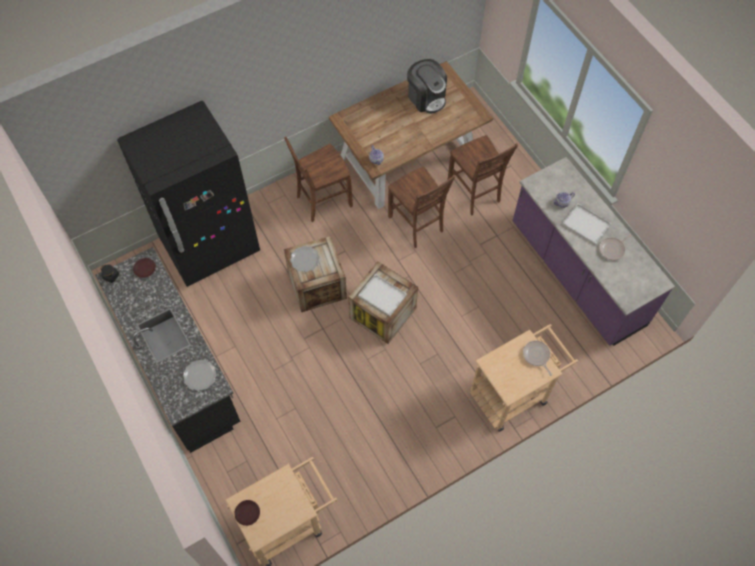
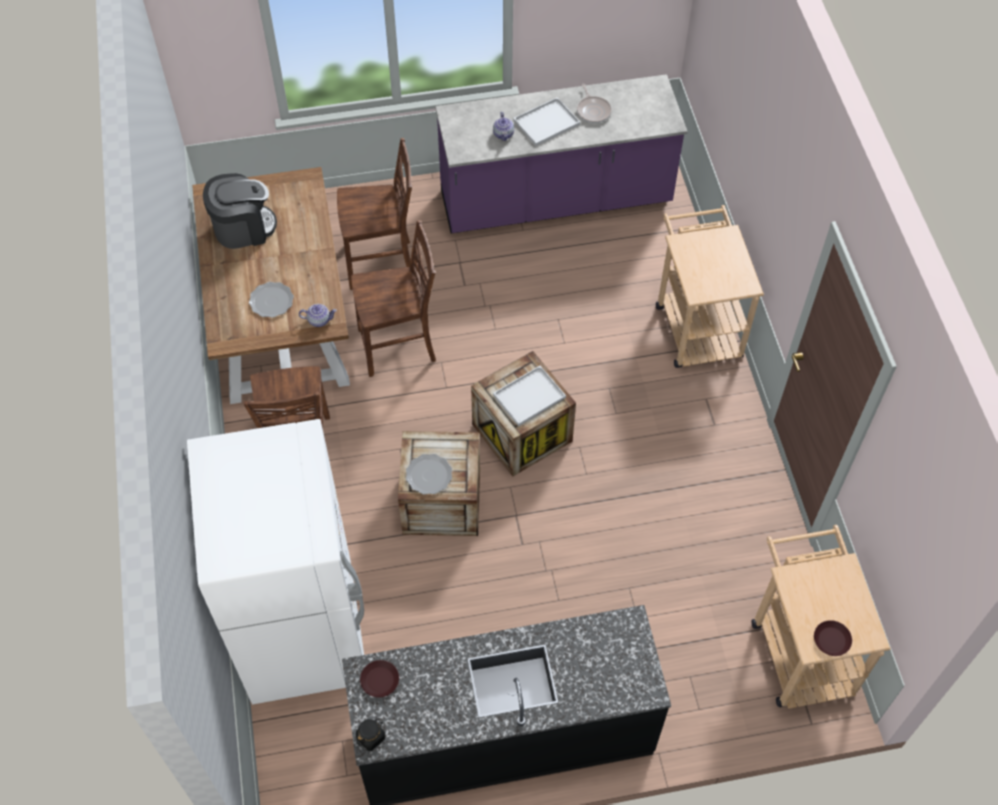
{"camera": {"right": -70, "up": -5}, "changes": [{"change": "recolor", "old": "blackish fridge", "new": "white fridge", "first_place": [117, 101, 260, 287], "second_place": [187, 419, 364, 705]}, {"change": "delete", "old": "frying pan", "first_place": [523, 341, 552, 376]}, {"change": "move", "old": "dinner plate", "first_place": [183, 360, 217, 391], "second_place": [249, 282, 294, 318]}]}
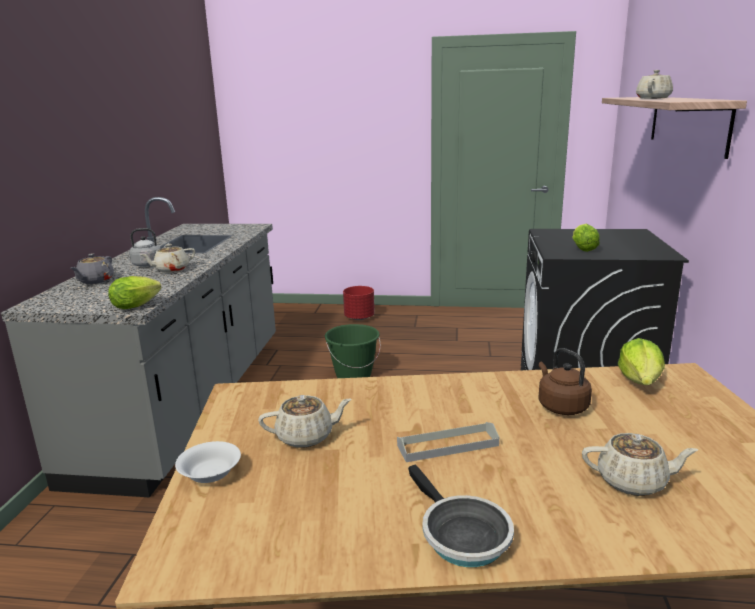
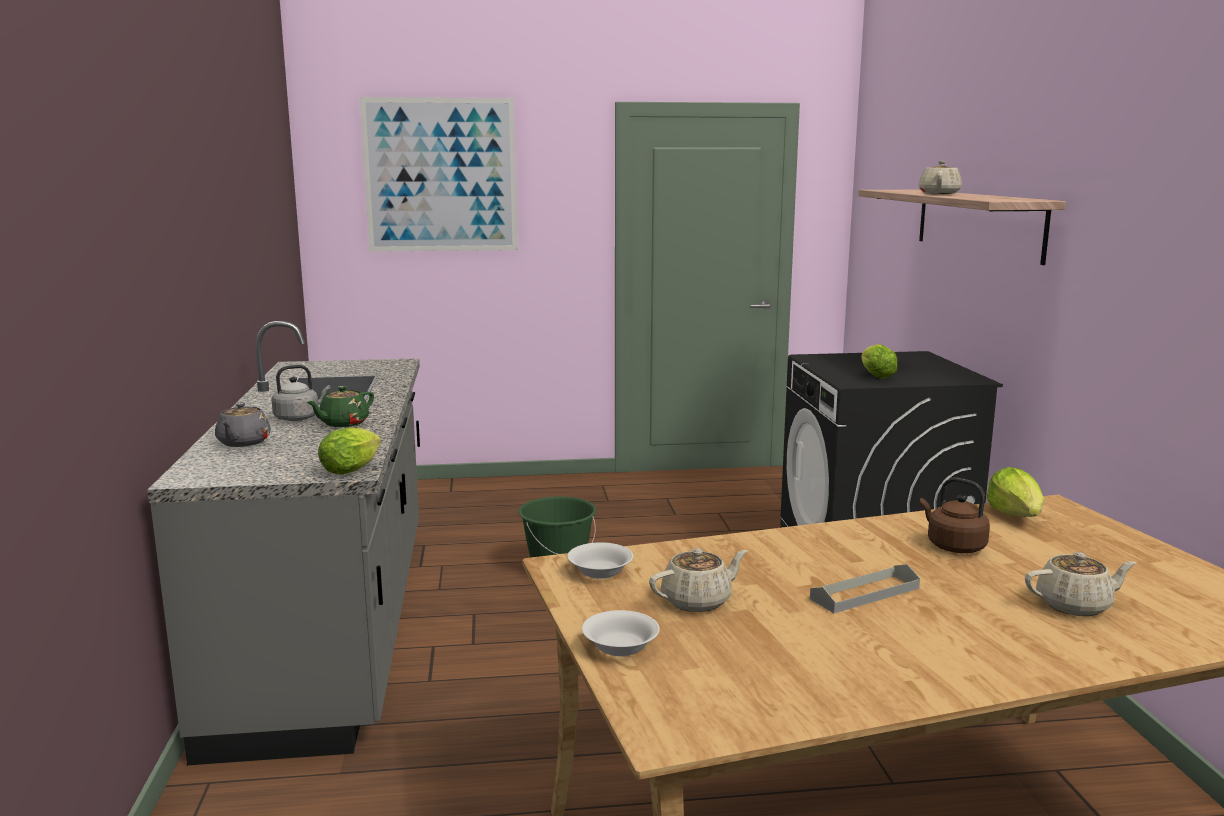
{"camera": {"right": -15, "up": -5}, "changes": [{"change": "recolor", "old": "beige teapot", "new": "green-coloured teapot", "first_place": [140, 244, 195, 273], "second_place": [307, 386, 374, 427]}, {"change": "delete", "old": "reddish plant pot", "first_place": [343, 286, 375, 320]}, {"change": "delete", "old": "frying pan", "first_place": [408, 465, 514, 567]}, {"change": "insert", "new": "wall picture", "second_place": [360, 97, 517, 252]}, {"change": "insert", "new": "white bowl", "second_place": [567, 542, 633, 579]}]}
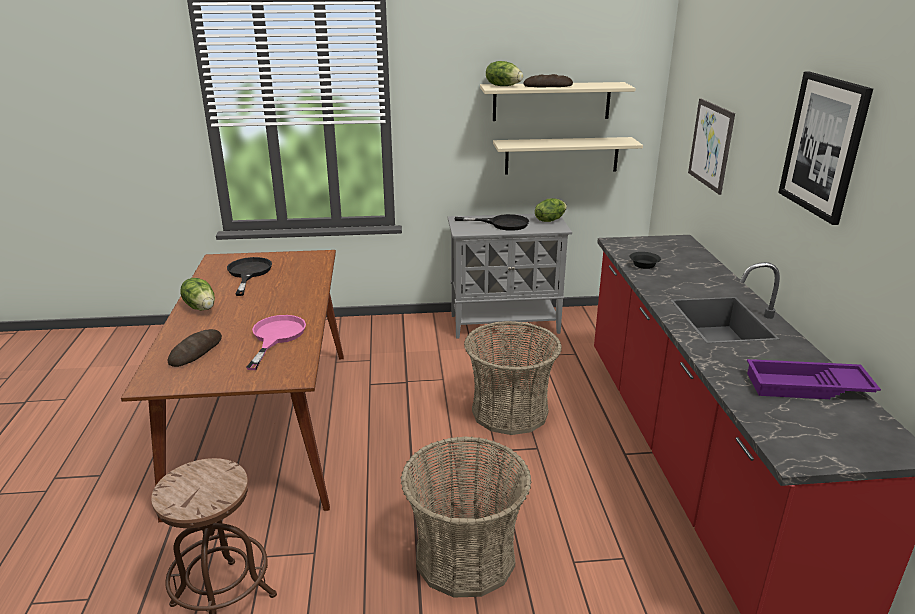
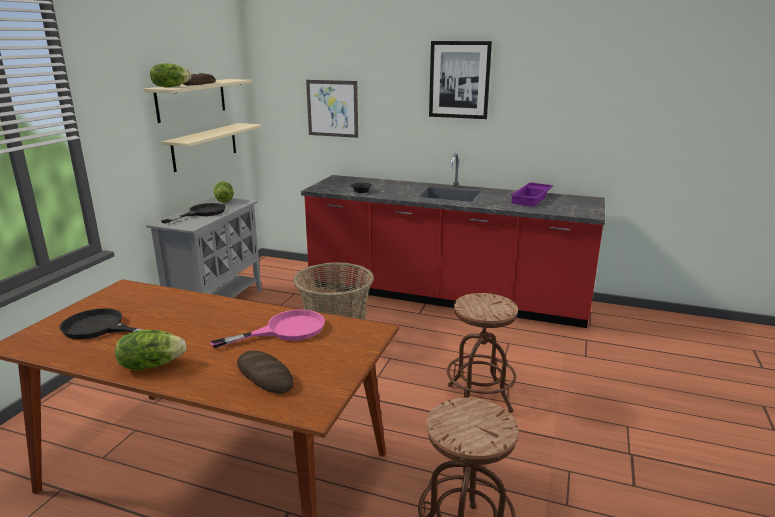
{"camera": {"right": -65, "up": -5}, "changes": [{"change": "rotate", "old": "pink-coloured frying pan", "first_place": [246, 315, 306, 370], "second_place": [210, 310, 325, 348], "degrees": 120}, {"change": "replace", "old": "storage basket", "new": "brownish sitting stool", "first_place": [401, 436, 532, 597], "second_place": [447, 293, 518, 413]}]}
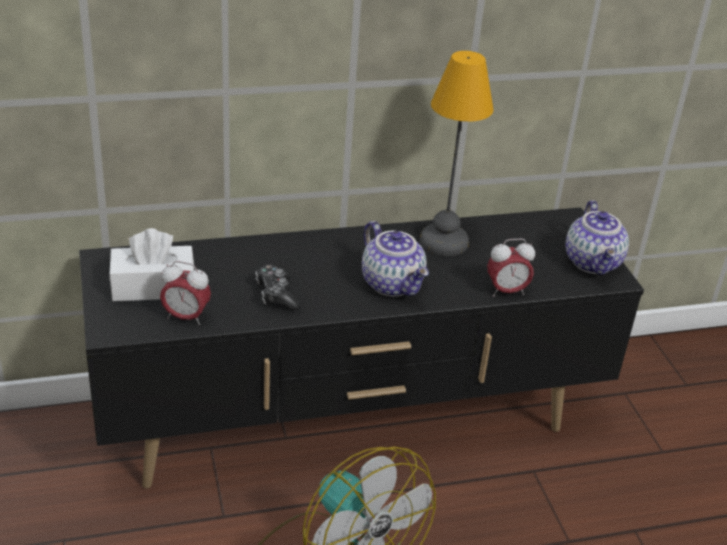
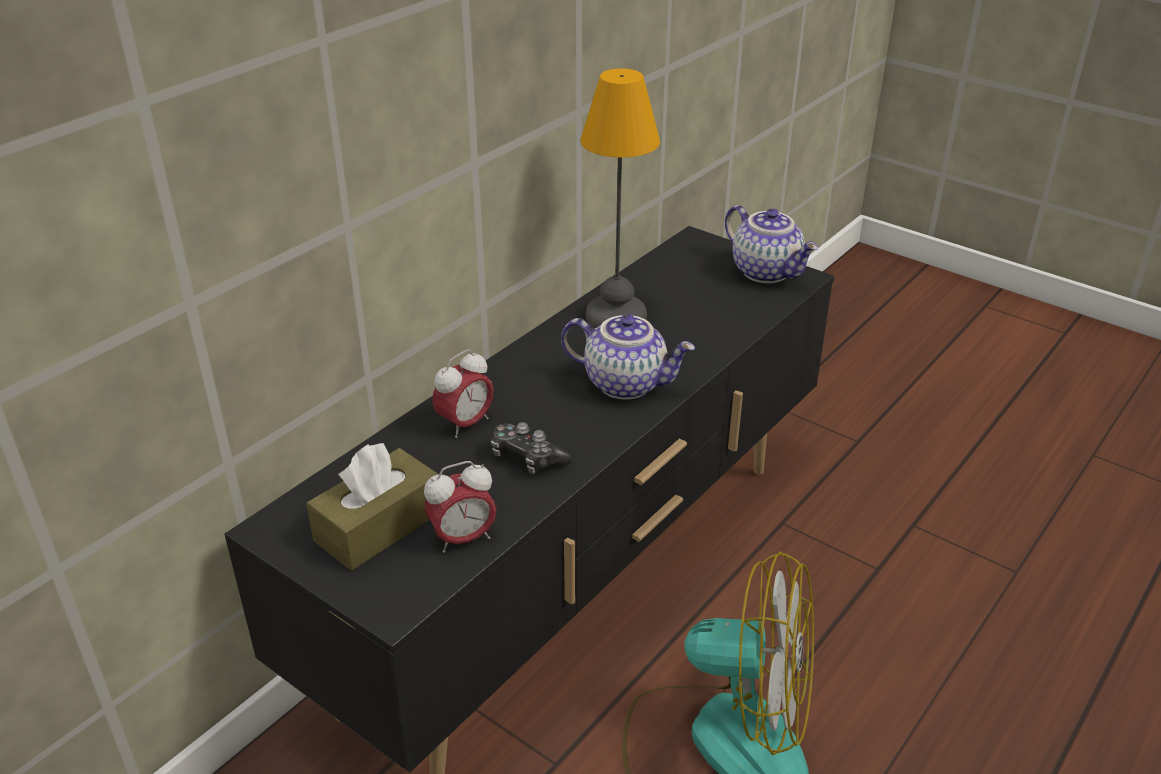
{"camera": {"right": -35, "up": 0}, "changes": [{"change": "recolor", "old": "white tissue box", "new": "brownish tissue box", "first_place": [110, 228, 194, 302], "second_place": [306, 443, 439, 571]}, {"change": "move", "old": "alarm clock", "first_place": [487, 239, 535, 297], "second_place": [432, 349, 494, 438]}]}
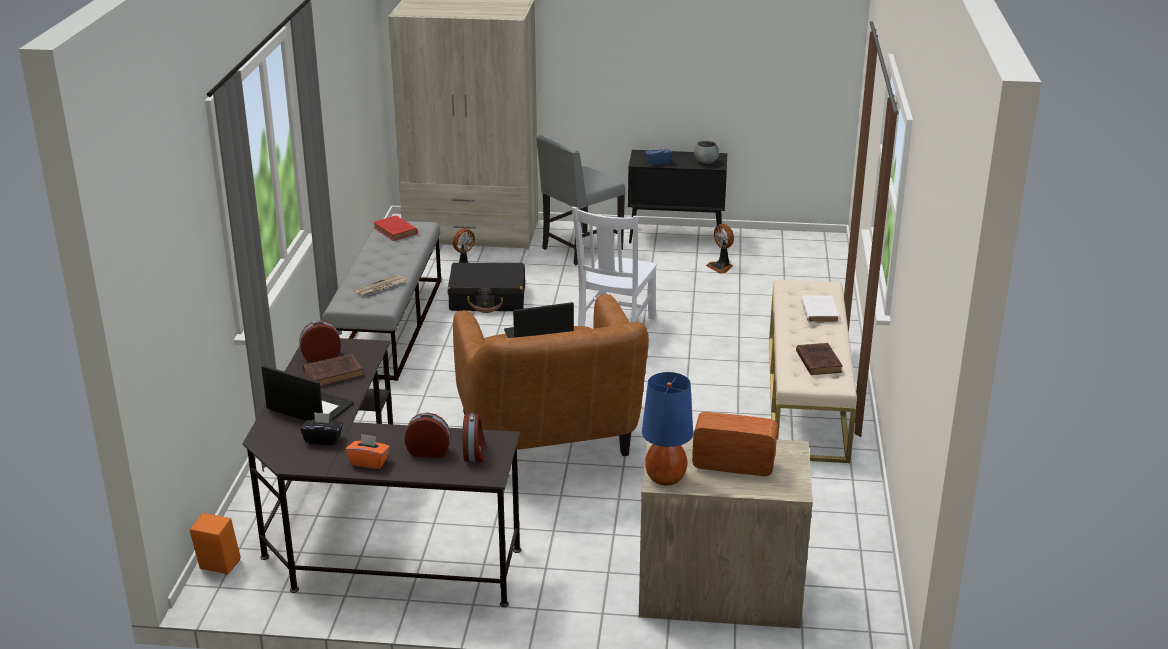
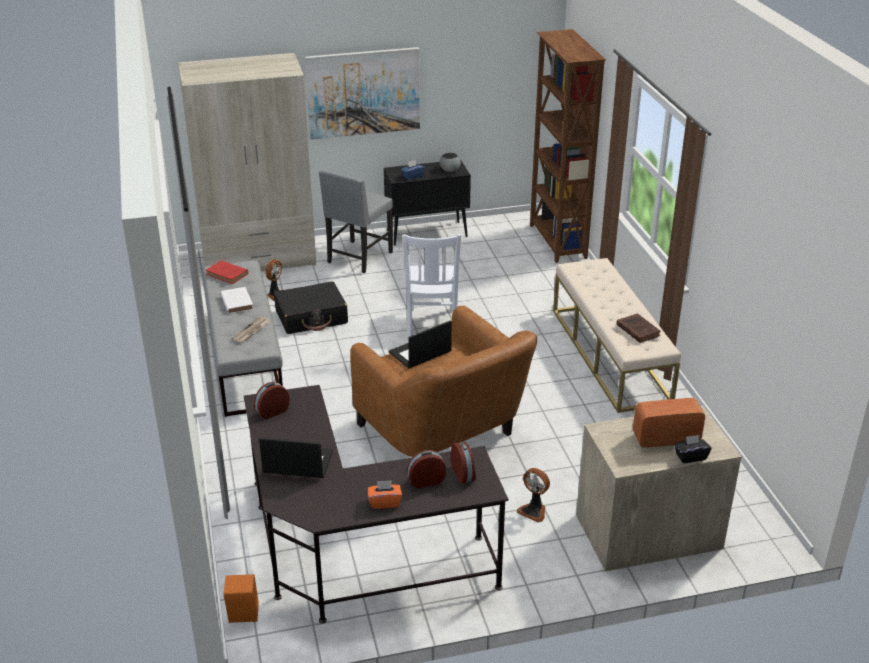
{"camera": {"right": -20, "up": 5}, "changes": [{"change": "move", "old": "electric fan", "first_place": [706, 224, 734, 274], "second_place": [517, 468, 550, 523]}, {"change": "move", "old": "white volume", "first_place": [801, 295, 839, 323], "second_place": [221, 287, 253, 314]}, {"change": "delete", "old": "brownish volume", "first_place": [303, 354, 364, 386]}, {"change": "delete", "old": "blue lamp for a table", "first_place": [642, 372, 693, 485]}, {"change": "move", "old": "blackish tissue box", "first_place": [300, 412, 343, 445], "second_place": [674, 435, 711, 463]}, {"change": "insert", "new": "brownish shelving unit", "second_place": [530, 29, 606, 263]}, {"change": "insert", "new": "wall picture", "second_place": [305, 47, 420, 140]}]}
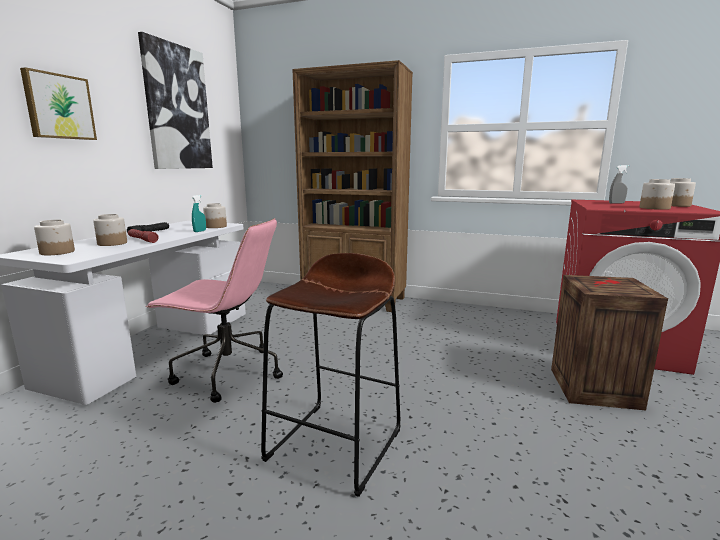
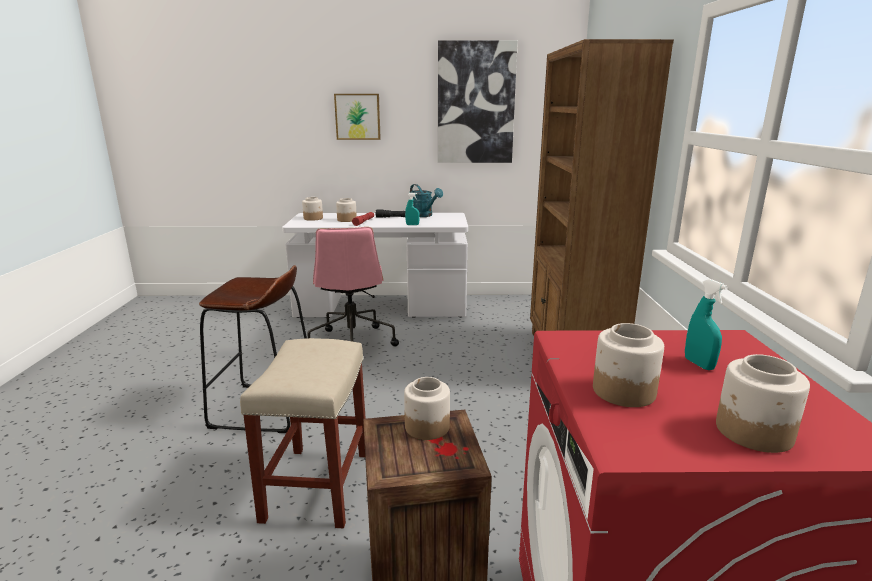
{"camera": {"right": 70, "up": 5}, "changes": [{"change": "recolor", "old": "greyish hand sprayer", "new": "turquoise-coloured hand sprayer", "first_place": [609, 165, 629, 204], "second_place": [685, 279, 728, 370]}, {"change": "move", "old": "preserve jar", "first_place": [203, 203, 227, 228], "second_place": [404, 377, 450, 440]}, {"change": "insert", "new": "turquoise-coloured watering pot", "second_place": [410, 184, 443, 217]}, {"change": "insert", "new": "beige sitting stool", "second_place": [240, 338, 366, 528]}]}
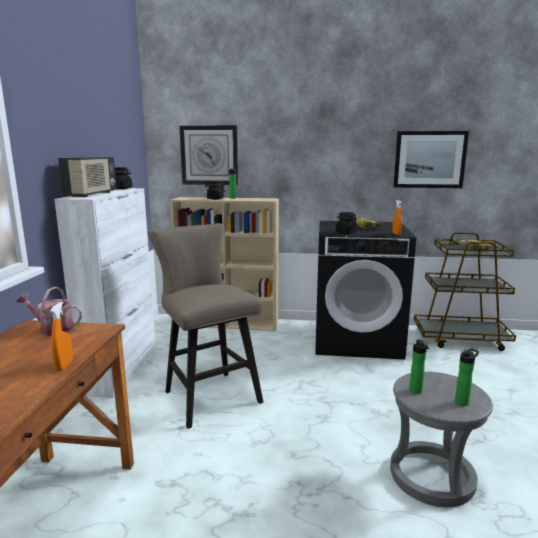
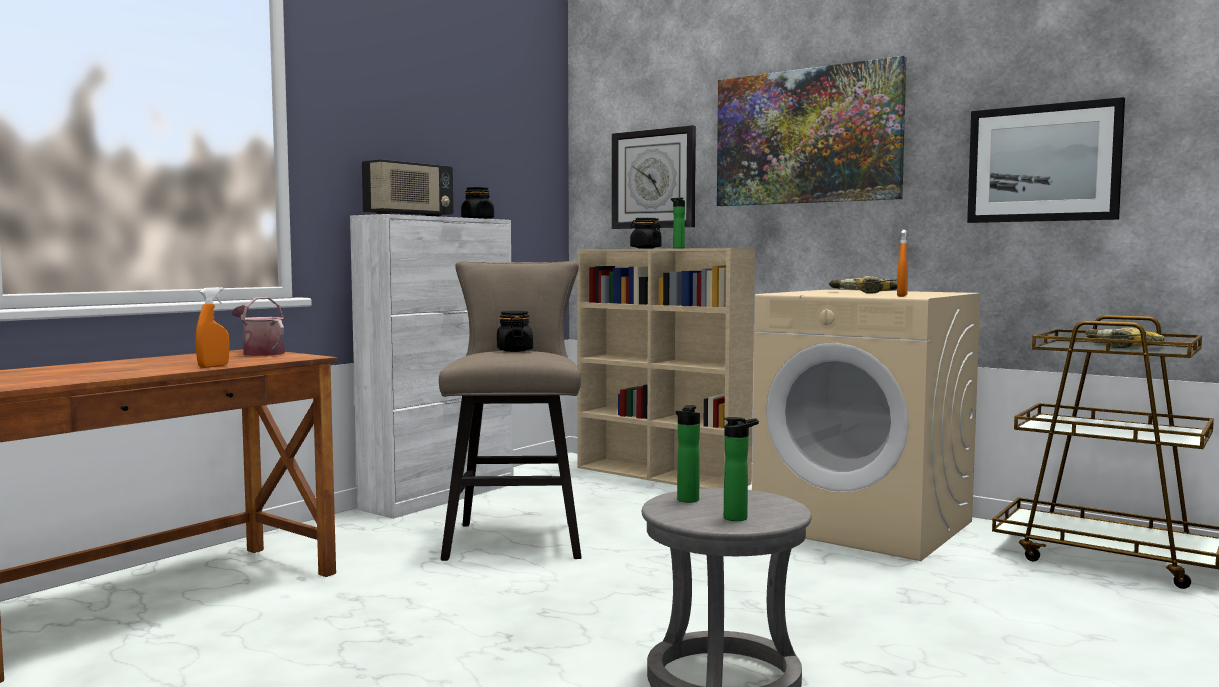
{"camera": {"right": 30, "up": -10}, "changes": [{"change": "move", "old": "blackish preserve jar", "first_place": [336, 212, 357, 234], "second_place": [497, 311, 533, 352]}, {"change": "recolor", "old": "blackish laundry machine", "new": "beige laundry machine", "first_place": [315, 221, 416, 360], "second_place": [752, 290, 982, 561]}, {"change": "insert", "new": "wall picture", "second_place": [717, 56, 906, 206]}]}
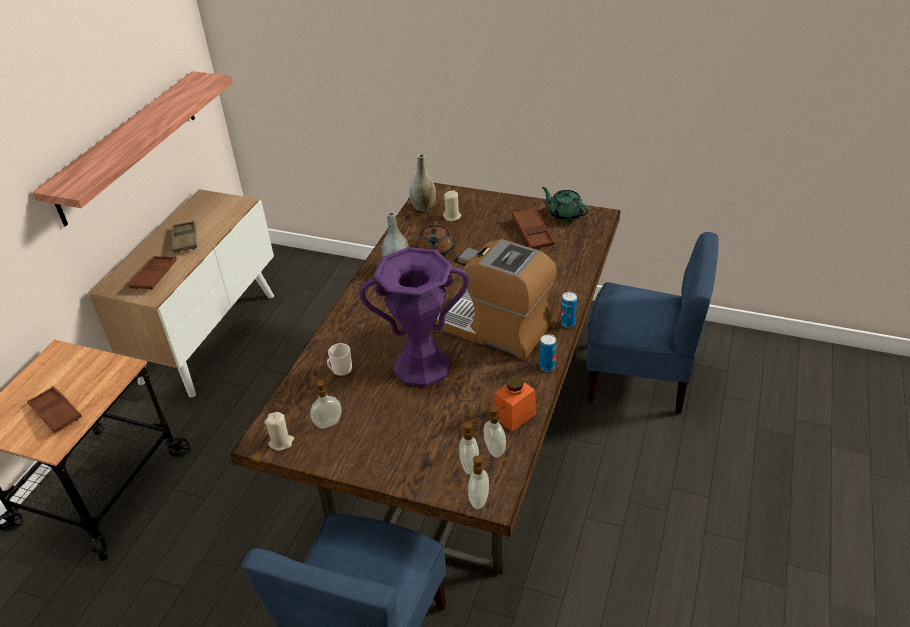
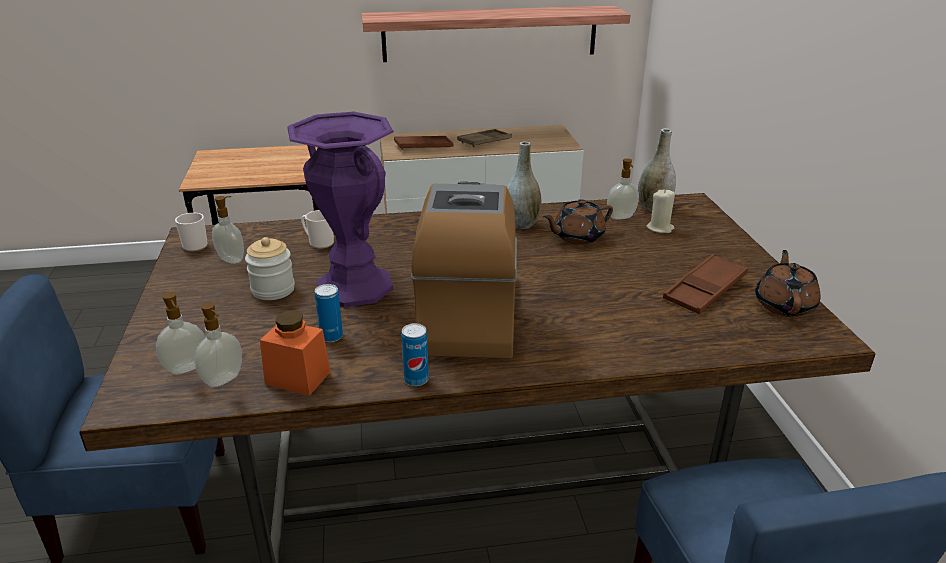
{"camera": {"right": 60, "up": -10}, "changes": [{"change": "recolor", "old": "green-coloured teapot", "new": "brownish teapot", "first_place": [542, 187, 589, 222], "second_place": [755, 250, 820, 317]}, {"change": "move", "old": "metal can", "first_place": [561, 292, 577, 327], "second_place": [315, 284, 343, 342]}, {"change": "delete", "old": "brownish serving tray", "first_place": [27, 386, 82, 433]}, {"change": "replace", "old": "beige candle", "new": "tea mug", "first_place": [265, 412, 294, 451], "second_place": [175, 213, 208, 252]}, {"change": "move", "old": "soap dispenser", "first_place": [468, 456, 490, 509], "second_place": [607, 159, 639, 220]}, {"change": "insert", "new": "preserve jar", "second_place": [245, 237, 295, 300]}]}
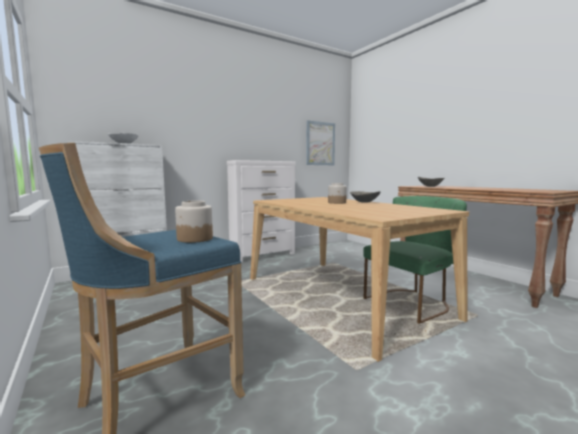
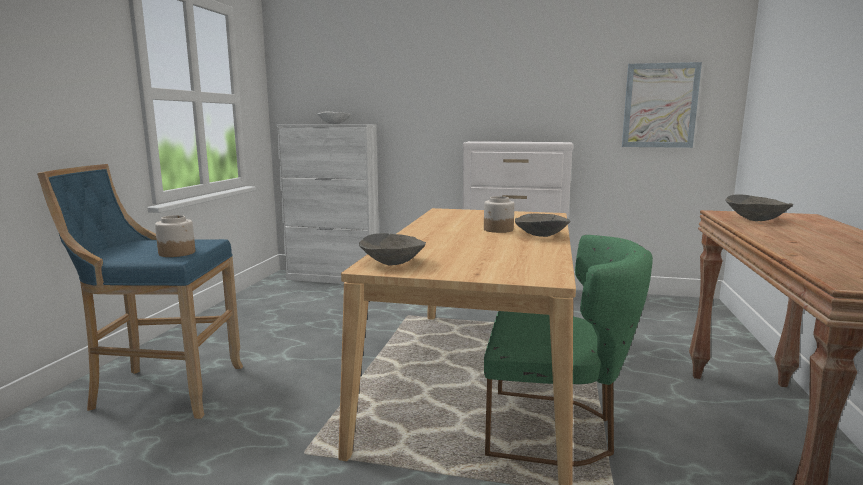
{"camera": {"right": 45, "up": 5}, "changes": [{"change": "insert", "new": "greyish bowl", "second_place": [359, 233, 426, 266]}]}
